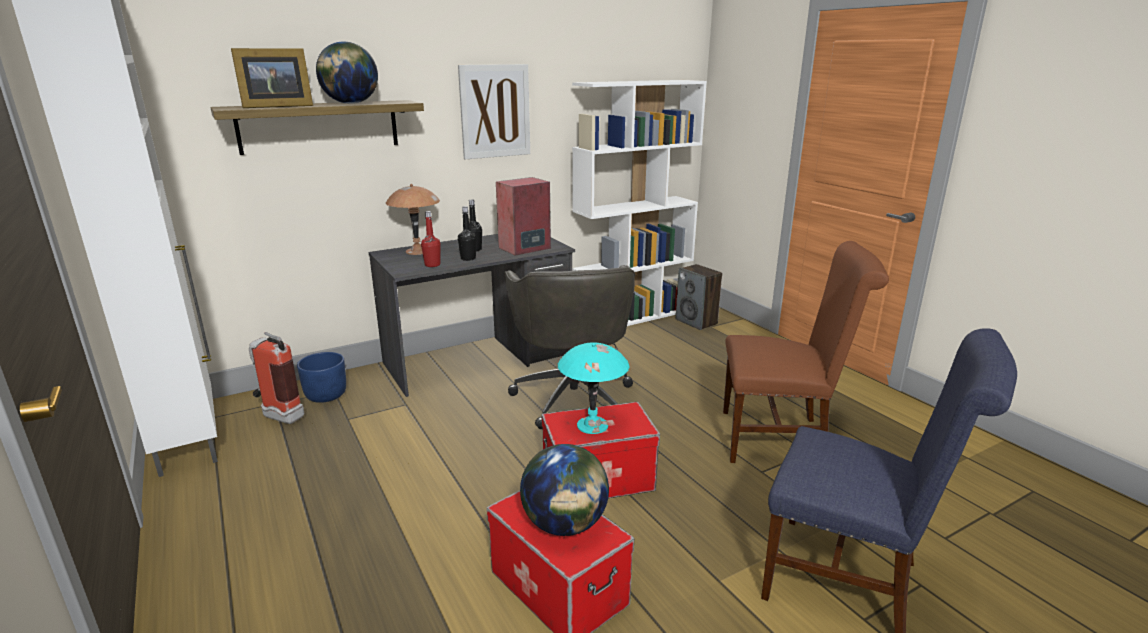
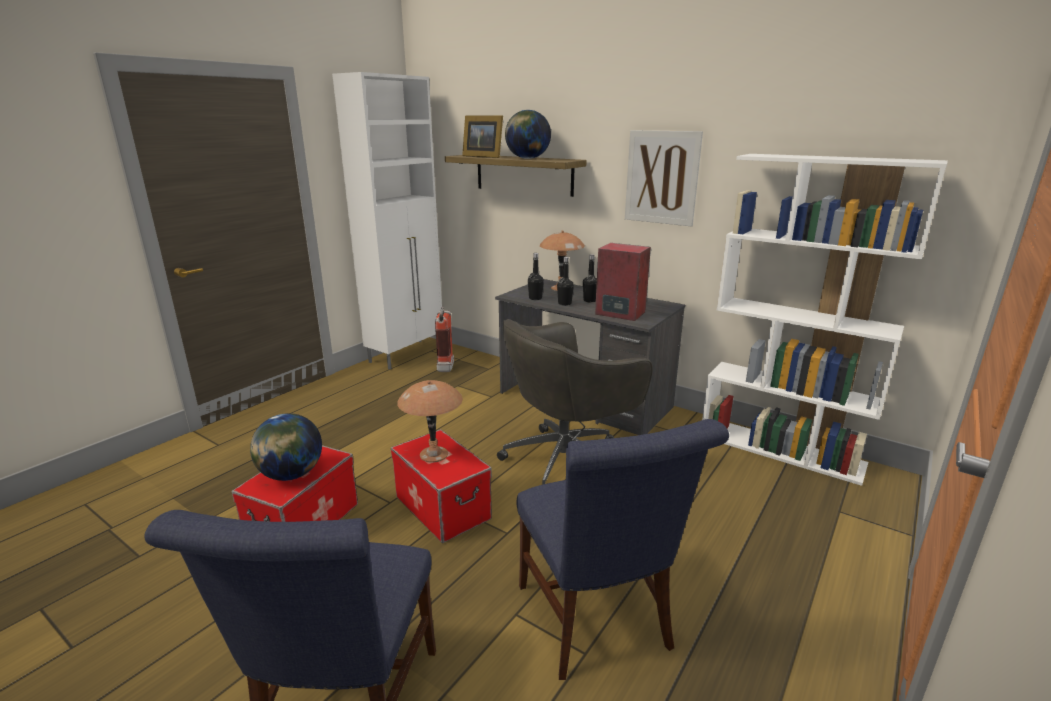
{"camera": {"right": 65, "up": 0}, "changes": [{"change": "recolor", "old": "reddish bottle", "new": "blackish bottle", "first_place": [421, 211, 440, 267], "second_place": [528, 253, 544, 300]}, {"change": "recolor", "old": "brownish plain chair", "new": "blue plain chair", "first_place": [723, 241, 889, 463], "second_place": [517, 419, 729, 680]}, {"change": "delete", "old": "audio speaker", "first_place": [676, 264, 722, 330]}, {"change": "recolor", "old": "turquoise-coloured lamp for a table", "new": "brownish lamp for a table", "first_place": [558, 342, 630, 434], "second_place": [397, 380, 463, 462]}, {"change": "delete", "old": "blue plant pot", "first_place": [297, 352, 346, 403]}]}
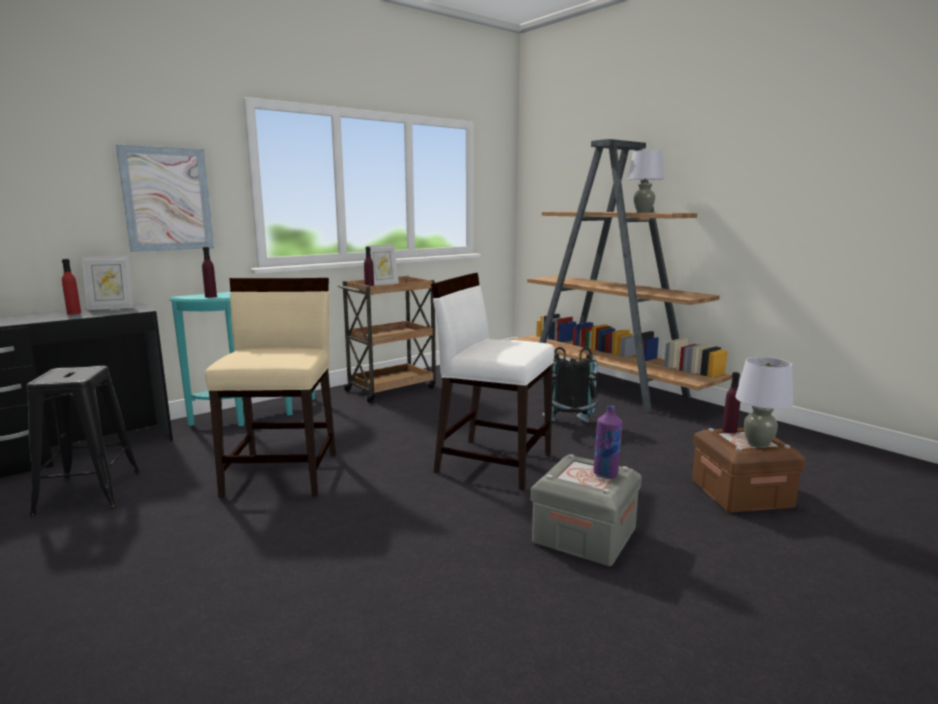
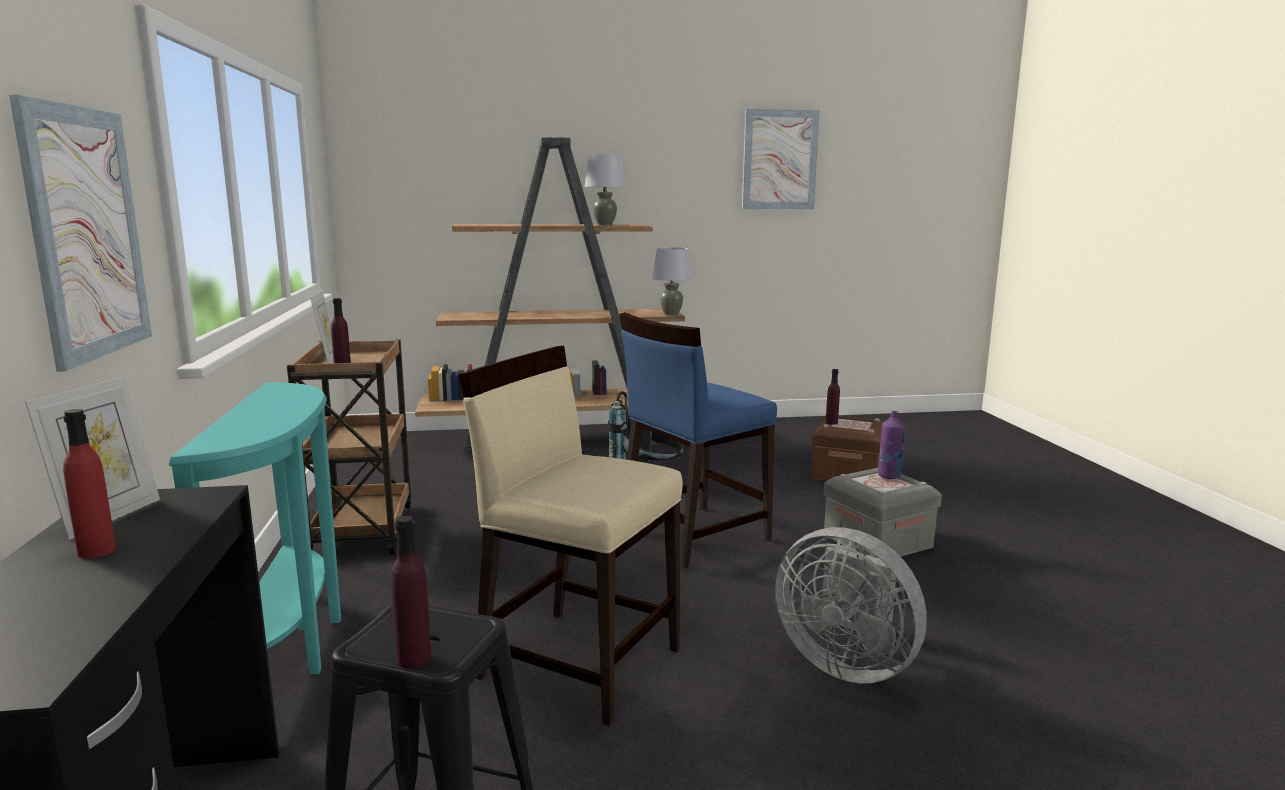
{"camera": {"right": -60, "up": 0}, "changes": [{"change": "move", "old": "purplish bottle", "first_place": [202, 247, 217, 298], "second_place": [391, 516, 431, 669]}, {"change": "recolor", "old": "white plain chair", "new": "blue plain chair", "first_place": [431, 273, 554, 490], "second_place": [619, 312, 777, 569]}, {"change": "move", "old": "greyish lamp for a table", "first_place": [735, 357, 793, 448], "second_place": [652, 247, 692, 316]}, {"change": "insert", "new": "wall picture", "second_place": [742, 109, 820, 209]}, {"change": "insert", "new": "greyish electric fan", "second_place": [774, 527, 927, 684]}]}
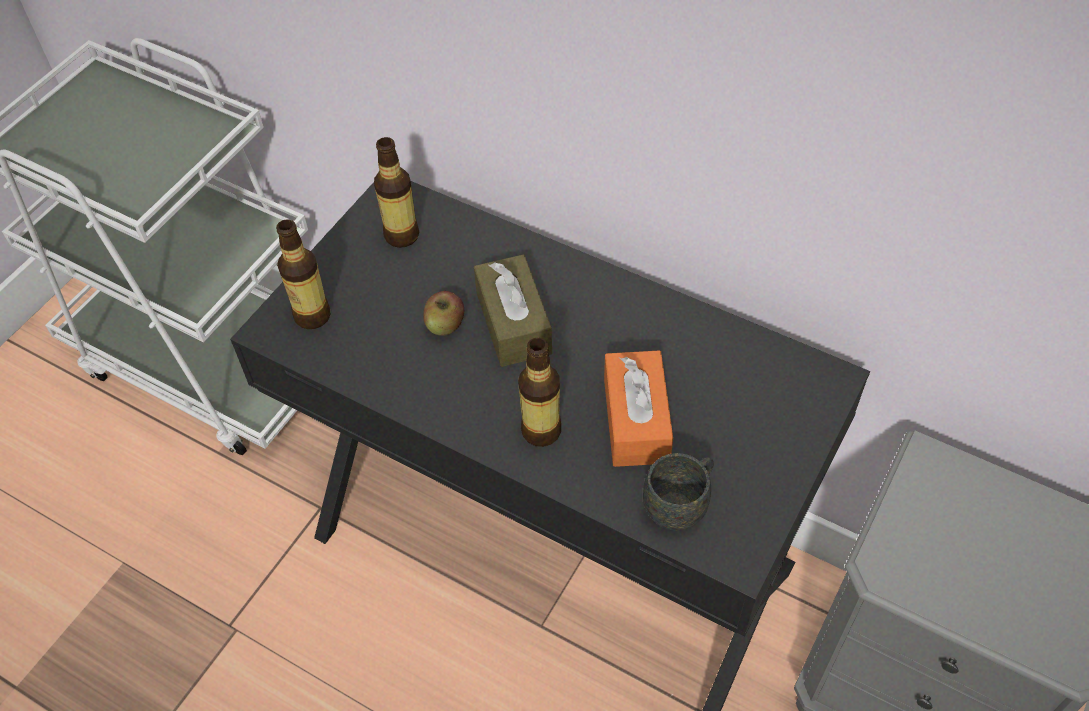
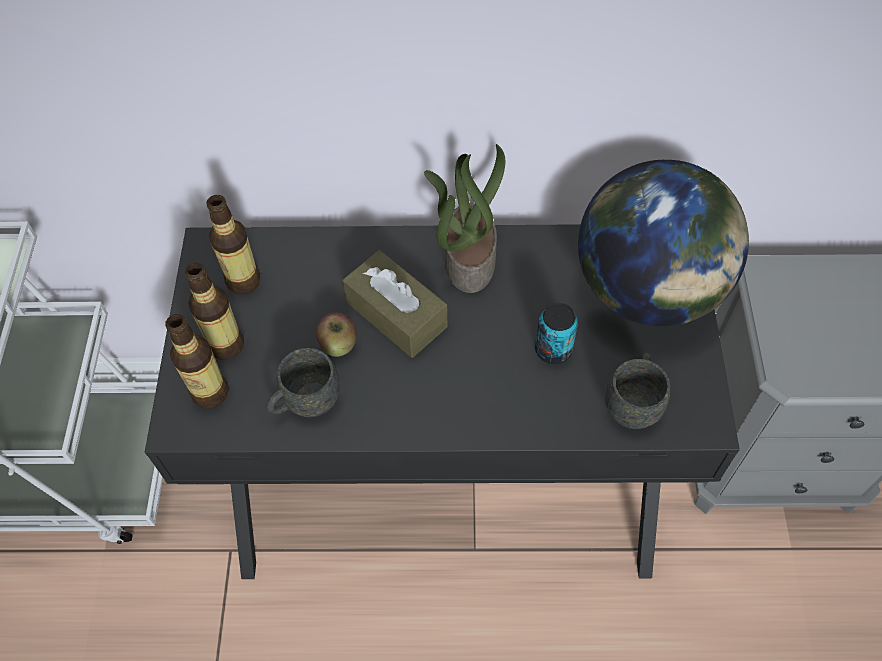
{"camera": {"right": -30, "up": 5}, "changes": [{"change": "move", "old": "bottle", "first_place": [518, 338, 561, 447], "second_place": [185, 263, 244, 360]}, {"change": "replace", "old": "orange-coloured tissue box", "new": "metal can", "first_place": [604, 350, 673, 467], "second_place": [535, 303, 578, 364]}, {"change": "insert", "new": "potted plant", "second_place": [424, 144, 505, 293]}, {"change": "insert", "new": "globe", "second_place": [578, 160, 749, 326]}, {"change": "insert", "new": "greyish tea mug", "second_place": [267, 348, 340, 417]}]}
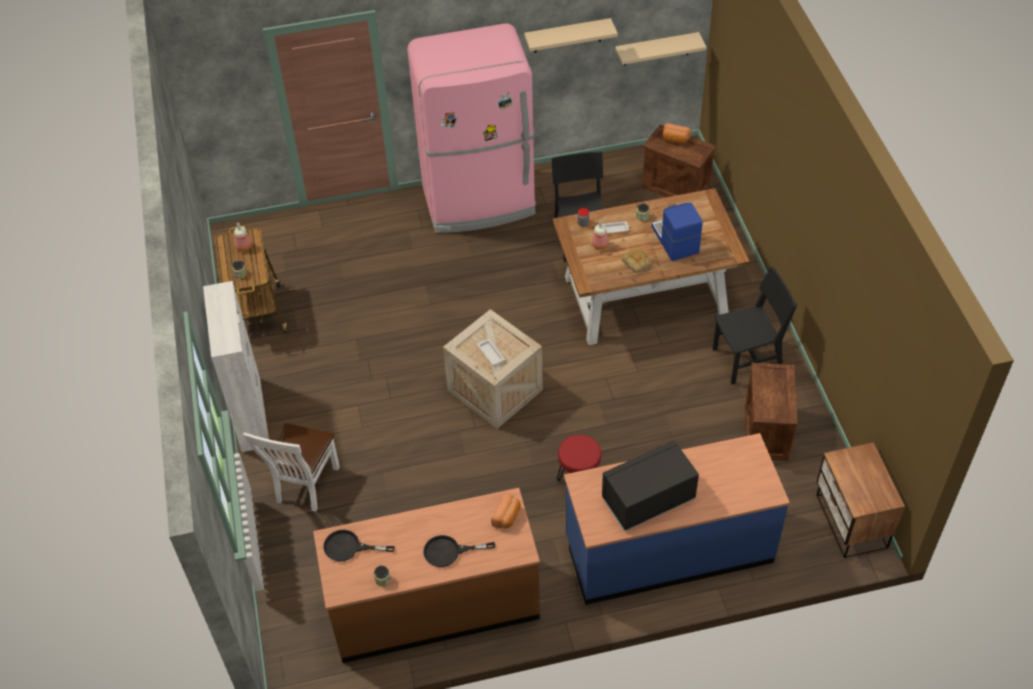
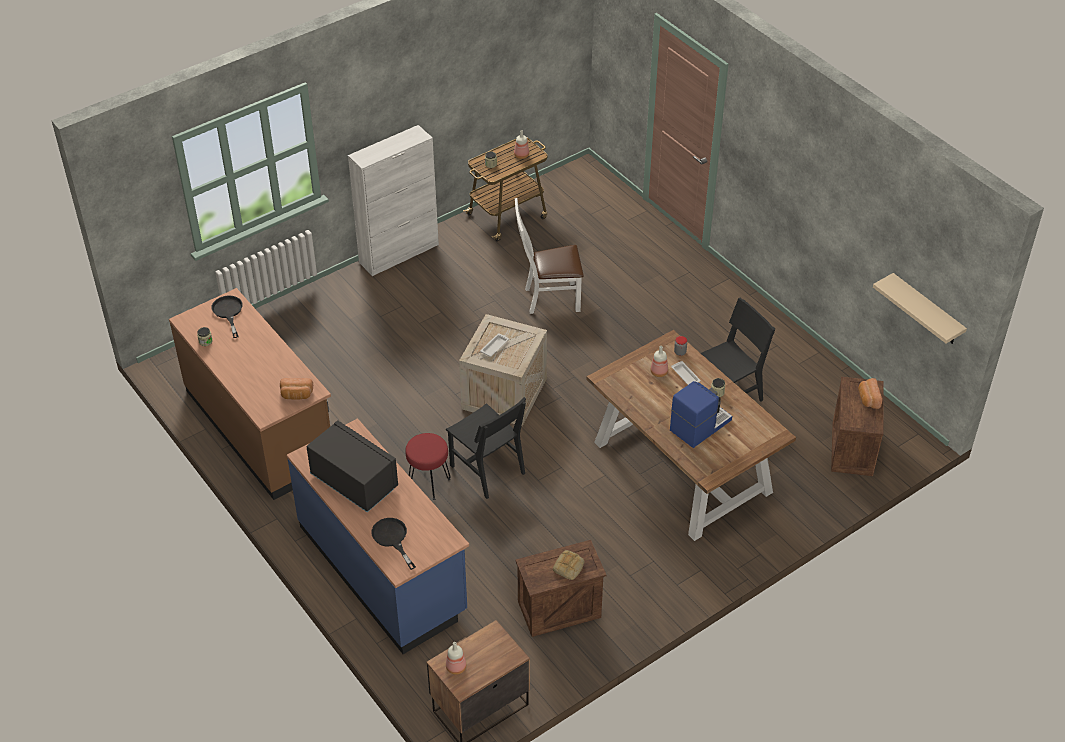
{"camera": {"right": 65, "up": -5}, "changes": [{"change": "delete", "old": "beige shelf", "first_place": [524, 18, 618, 53]}, {"change": "delete", "old": "pink-coloured fridge", "first_place": [407, 24, 536, 233]}, {"change": "move", "old": "bread", "first_place": [622, 249, 652, 273], "second_place": [553, 550, 584, 580]}, {"change": "move", "old": "blackish plain chair", "first_place": [713, 266, 797, 384], "second_place": [446, 397, 526, 499]}, {"change": "move", "old": "white plain chair", "first_place": [243, 423, 340, 512], "second_place": [515, 198, 584, 314]}, {"change": "move", "old": "blackish frying pan", "first_place": [423, 535, 495, 567], "second_place": [371, 518, 416, 570]}, {"change": "insert", "new": "bottle", "second_place": [446, 642, 466, 675]}]}
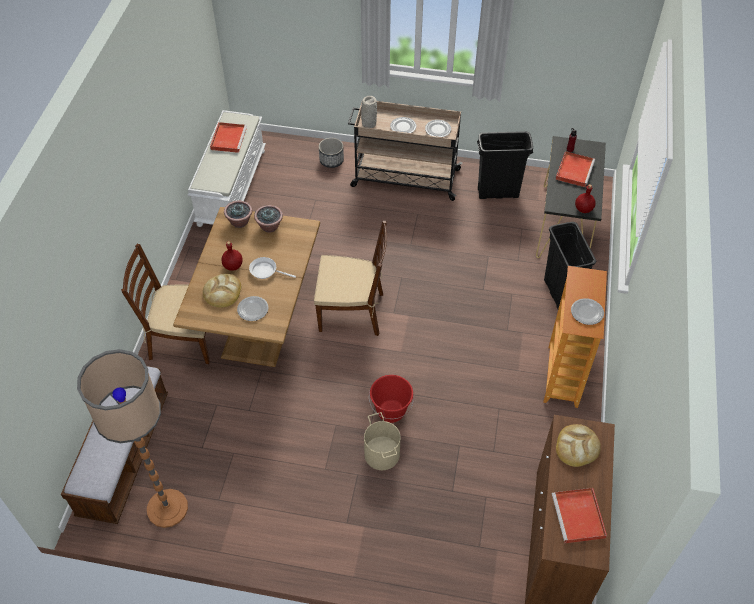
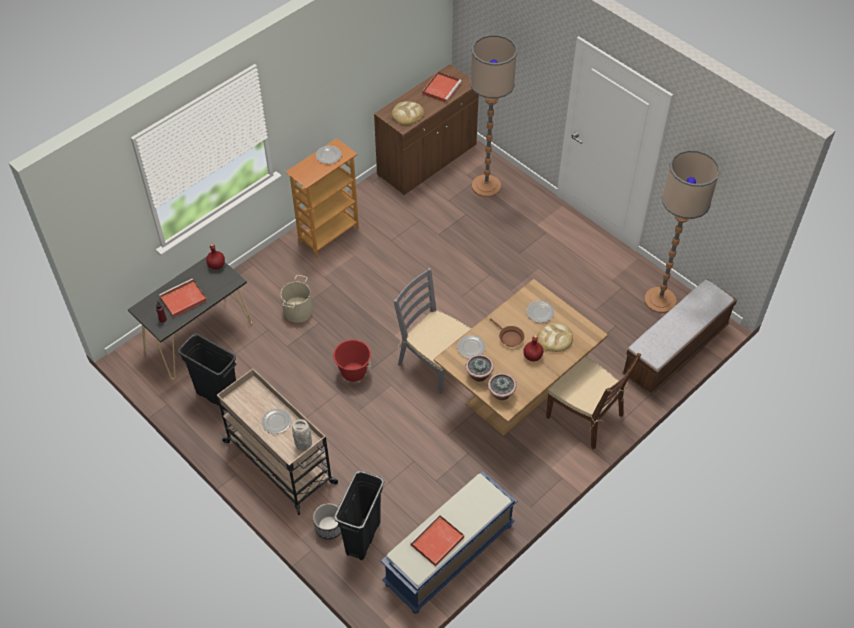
{"camera": {"right": -145, "up": 0}, "changes": [{"change": "recolor", "old": "white long seat", "new": "blue long seat", "first_place": [187, 110, 266, 227], "second_place": [381, 471, 517, 614]}, {"change": "move", "old": "dinner plate", "first_place": [425, 120, 451, 137], "second_place": [457, 335, 485, 358]}, {"change": "recolor", "old": "brownish plain chair", "new": "greyish plain chair", "first_place": [314, 221, 387, 336], "second_place": [393, 268, 471, 394]}, {"change": "move", "old": "blackish trash can", "first_place": [544, 222, 596, 309], "second_place": [334, 470, 384, 560]}, {"change": "recolor", "old": "white frying pan", "new": "brownish frying pan", "first_place": [249, 257, 296, 279], "second_place": [490, 318, 524, 347]}, {"change": "move", "old": "reddish water bucket", "first_place": [369, 375, 414, 423], "second_place": [333, 339, 371, 382]}, {"change": "move", "old": "beige water bucket", "first_place": [364, 412, 401, 470], "second_place": [281, 275, 313, 323]}, {"change": "insert", "new": "standing lamp", "second_place": [470, 34, 517, 197]}]}
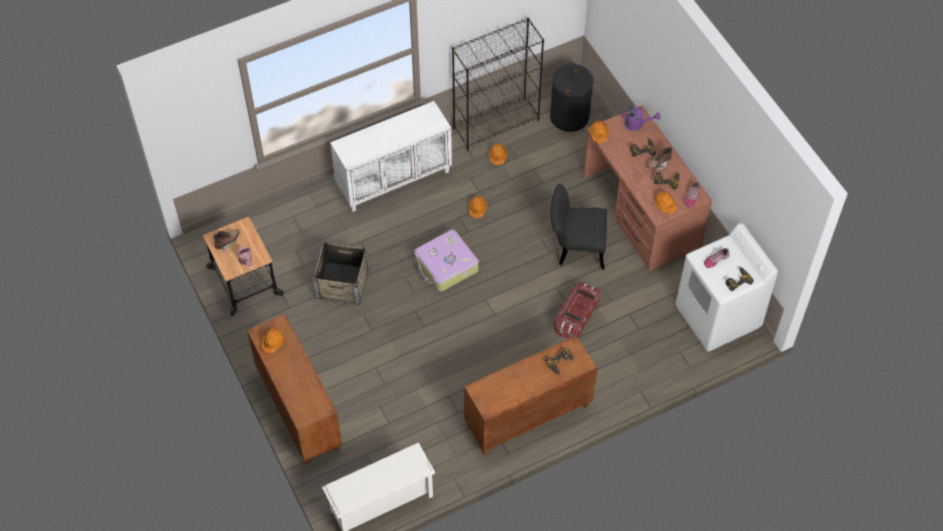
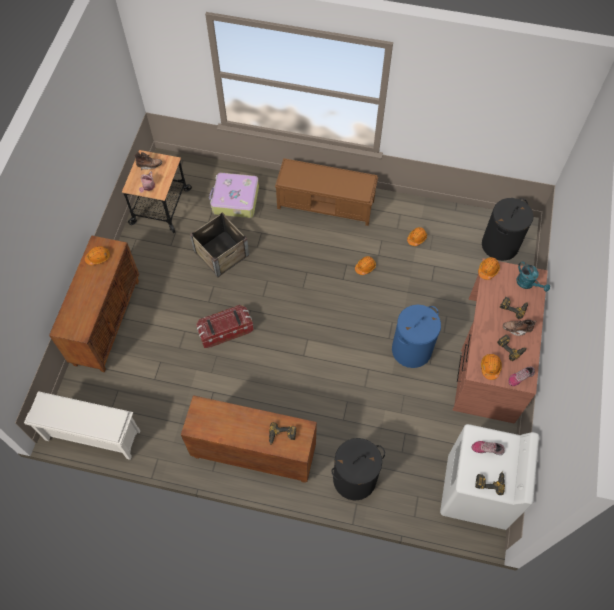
{"camera": {"right": 40, "up": 5}, "changes": [{"change": "delete", "old": "blackish shelving unit", "first_place": [452, 18, 544, 150]}, {"change": "replace", "old": "white cabinet", "new": "brownish long seat", "first_place": [330, 101, 452, 212], "second_place": [275, 158, 378, 226]}, {"change": "recolor", "old": "purplish watering pot", "new": "turquoise-coloured watering pot", "first_place": [621, 107, 660, 131], "second_place": [516, 261, 550, 292]}, {"change": "replace", "old": "blackish plain chair", "new": "blue washing basket", "first_place": [550, 184, 607, 270], "second_place": [392, 305, 441, 368]}, {"change": "move", "old": "travel case", "first_place": [415, 230, 479, 292], "second_place": [209, 172, 259, 218]}, {"change": "move", "old": "storage box", "first_place": [554, 282, 600, 339], "second_place": [196, 305, 254, 348]}, {"change": "insert", "new": "blackish washing basket", "second_place": [331, 438, 385, 500]}]}
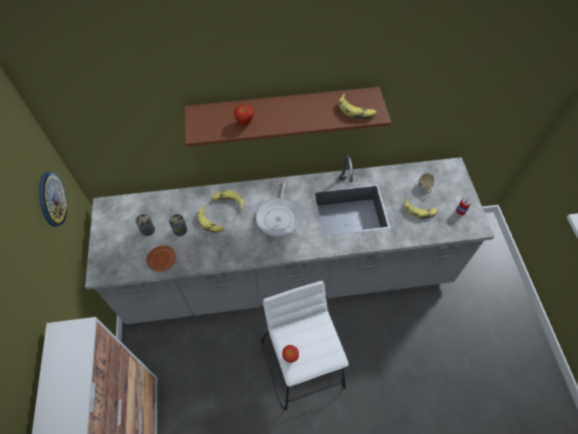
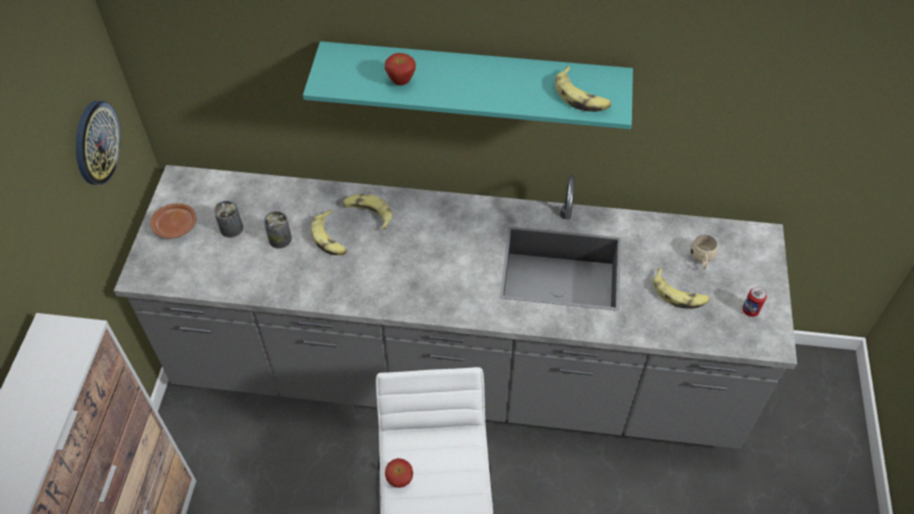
{"camera": {"right": 15, "up": -5}, "changes": [{"change": "recolor", "old": "brownish shelf", "new": "turquoise-coloured shelf", "first_place": [184, 87, 391, 147], "second_place": [303, 41, 633, 129]}, {"change": "delete", "old": "frying pan", "first_place": [256, 179, 300, 237]}, {"change": "move", "old": "brownish dinner plate", "first_place": [146, 245, 176, 272], "second_place": [150, 203, 196, 239]}]}
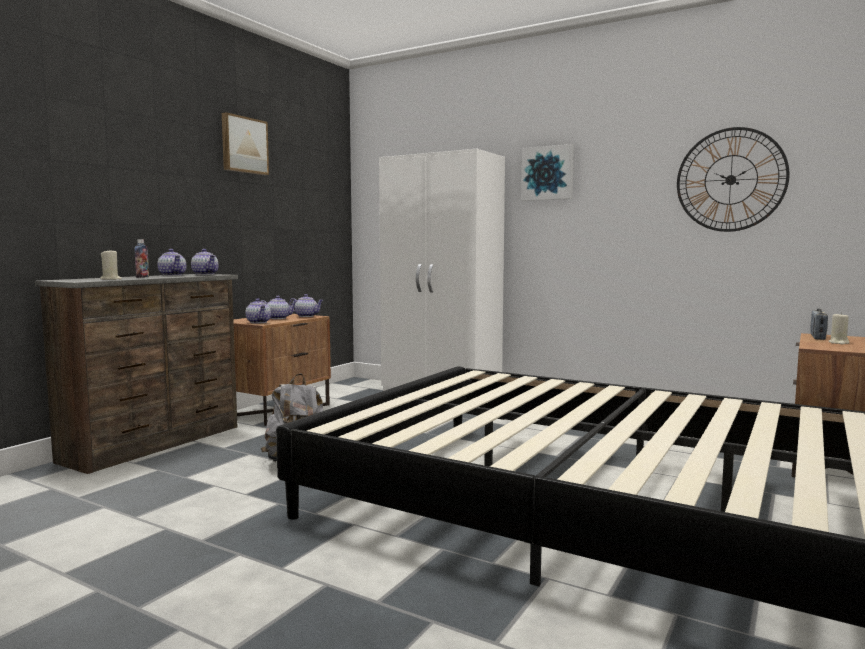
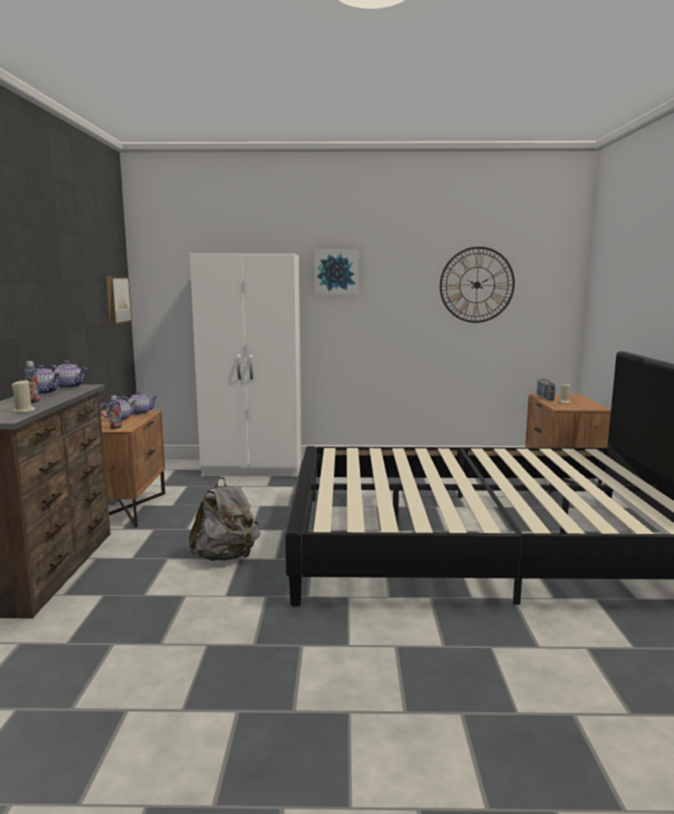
{"camera": {"right": -30, "up": 5}, "changes": [{"change": "move", "old": "wall picture", "first_place": [222, 112, 269, 175], "second_place": [106, 277, 132, 325]}, {"change": "replace", "old": "teapot", "new": "bottle", "first_place": [246, 298, 271, 324], "second_place": [109, 396, 122, 429]}]}
